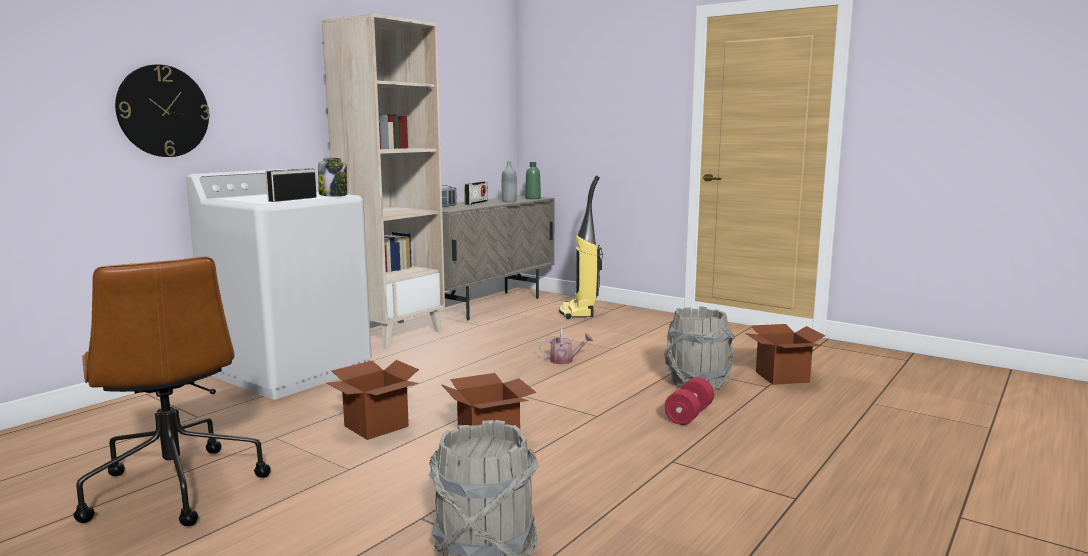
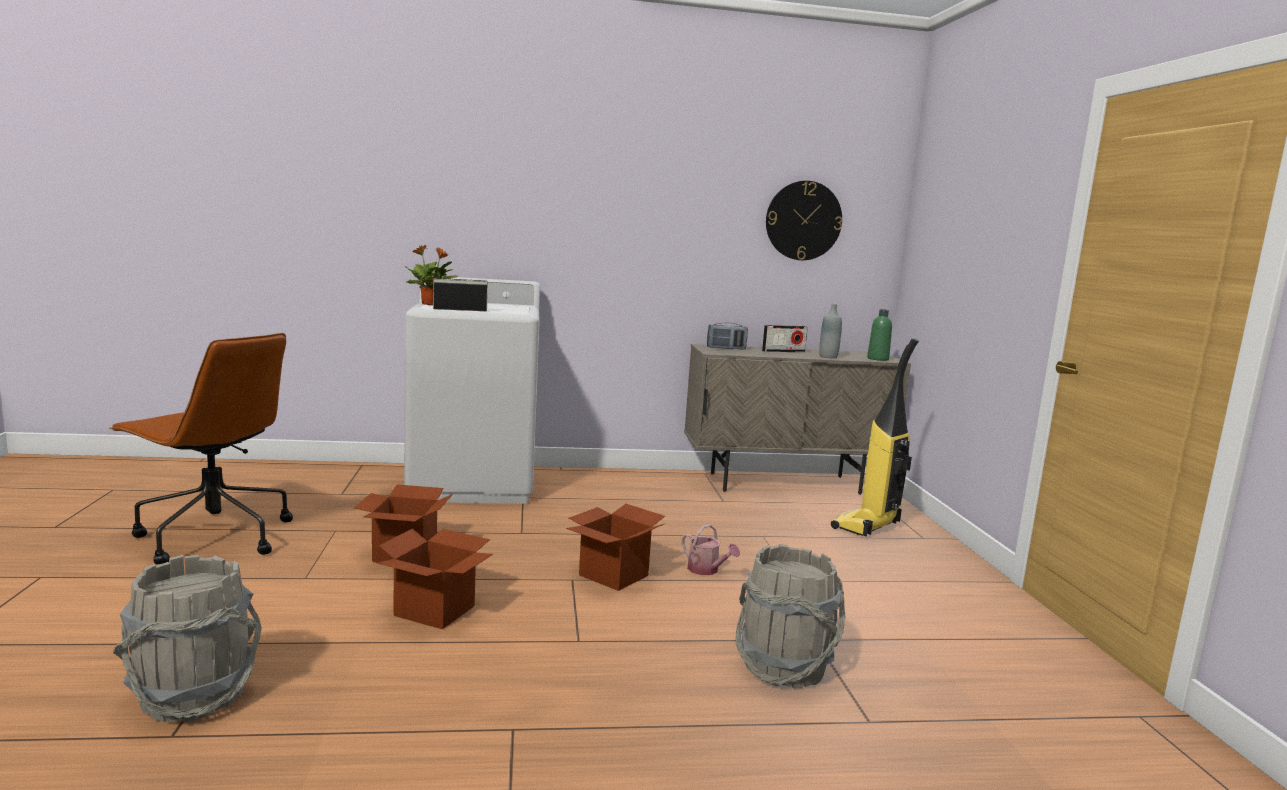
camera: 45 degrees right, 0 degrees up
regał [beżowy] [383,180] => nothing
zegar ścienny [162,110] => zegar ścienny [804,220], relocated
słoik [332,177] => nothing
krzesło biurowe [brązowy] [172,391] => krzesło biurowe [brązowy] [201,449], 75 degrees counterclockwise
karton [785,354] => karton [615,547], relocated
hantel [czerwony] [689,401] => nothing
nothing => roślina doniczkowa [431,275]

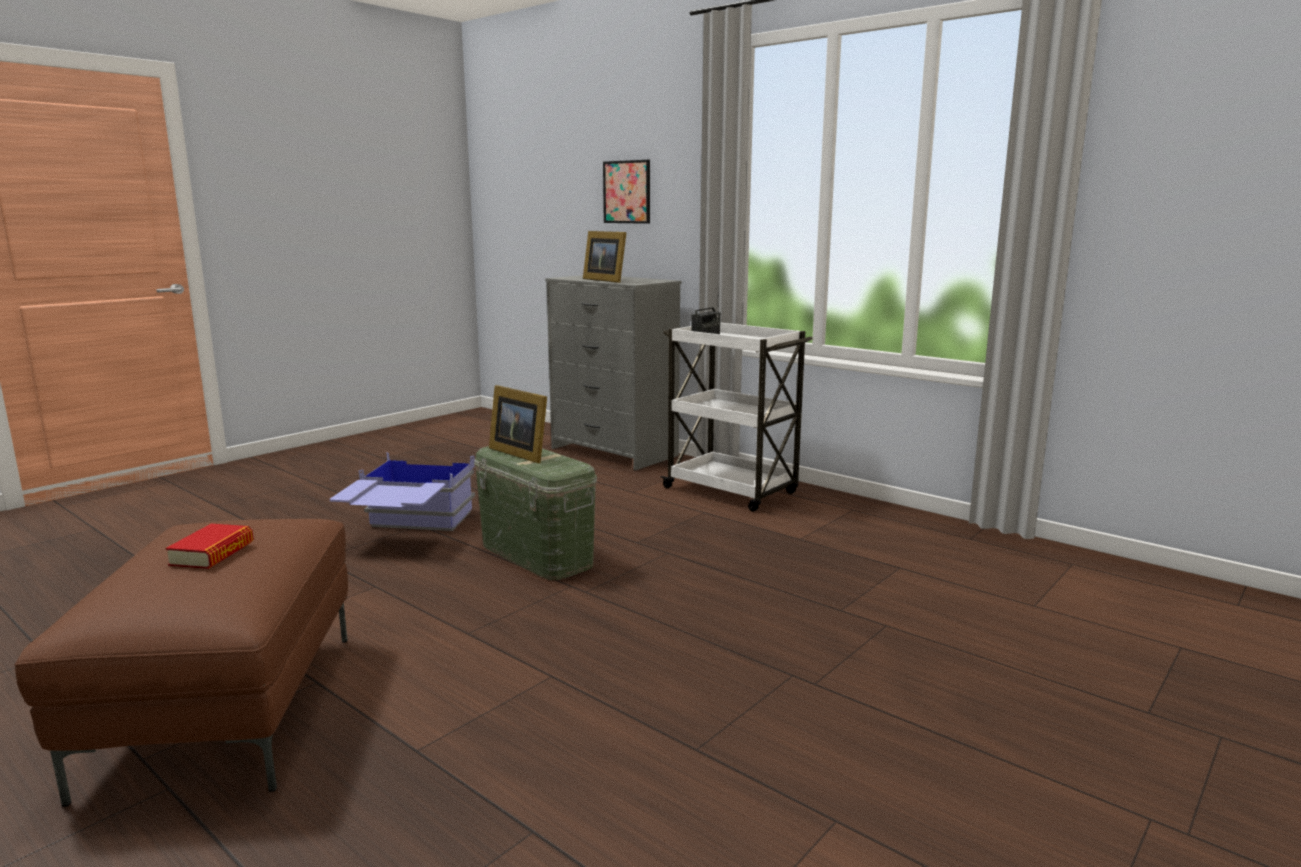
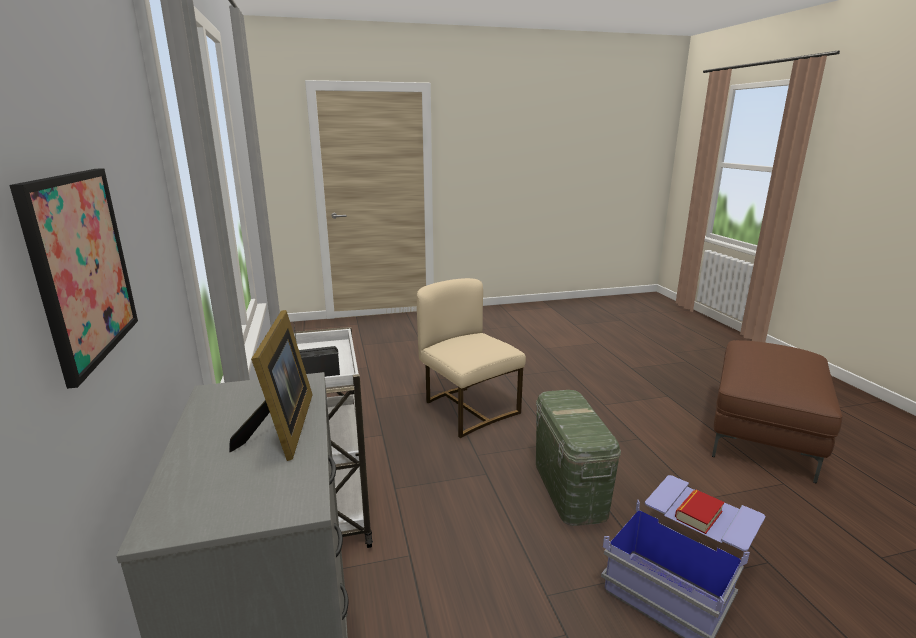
camera: 145 degrees left, 5 degrees up
ramka na zdjęcie [518,424] => nothing
książka [209,546] => książka [700,512], relocated
nothing => krzesło [beżowy] [471,358]

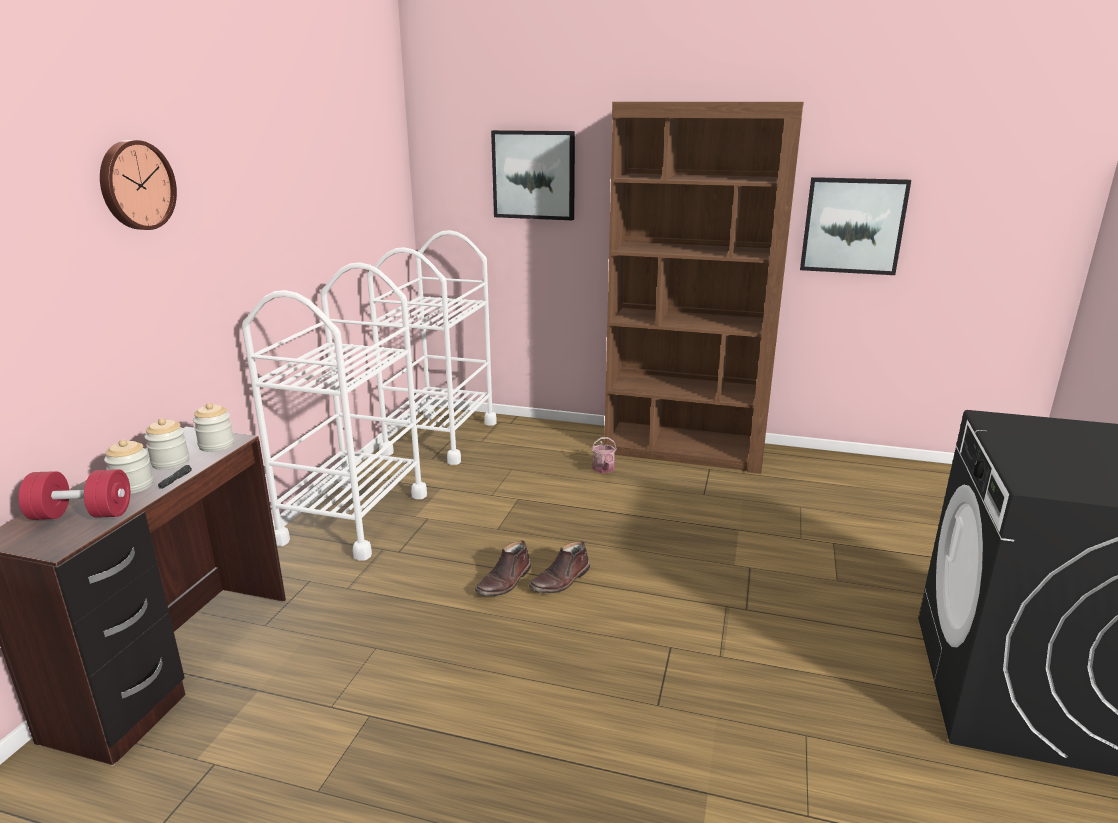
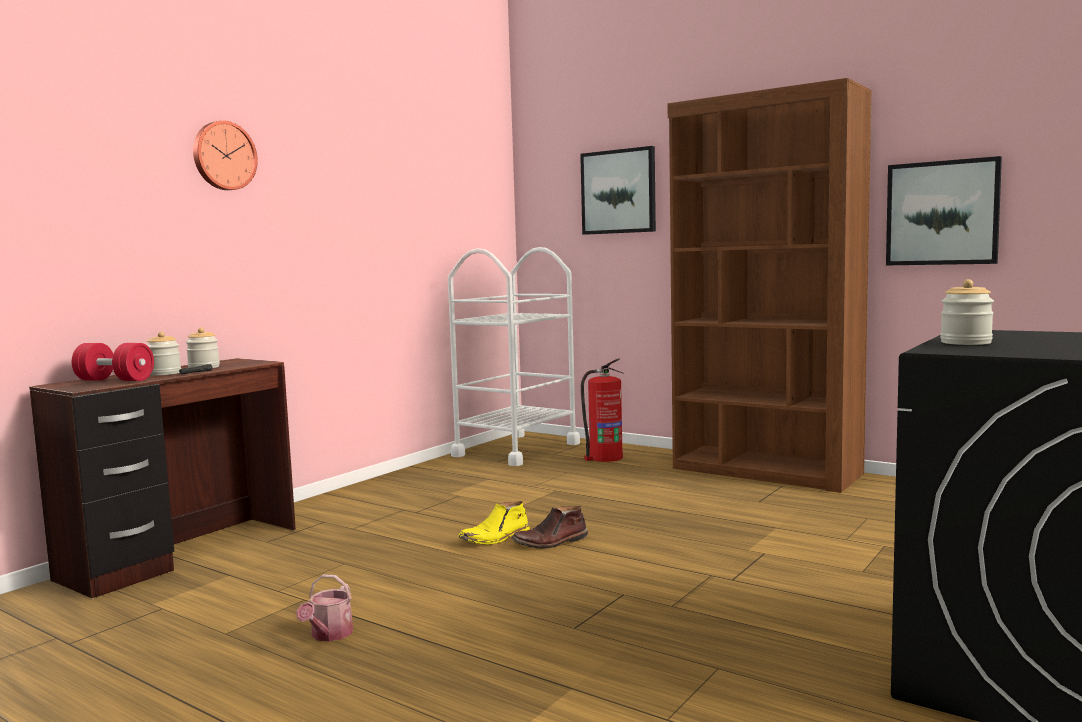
camera: 20 degrees right, 15 degrees down
wózek [biały] [334,411] => nothing
słoik [213,427] => słoik [967,312], relocated
konewka [604,455] => konewka [324,608], relocated
but z cholewką [brązowy] [503,568] => but z cholewką [żółty] [494,523]
nothing => gaśnica [602,410]

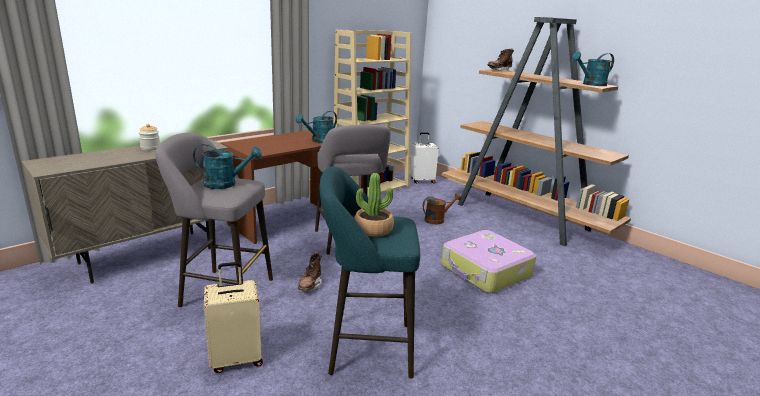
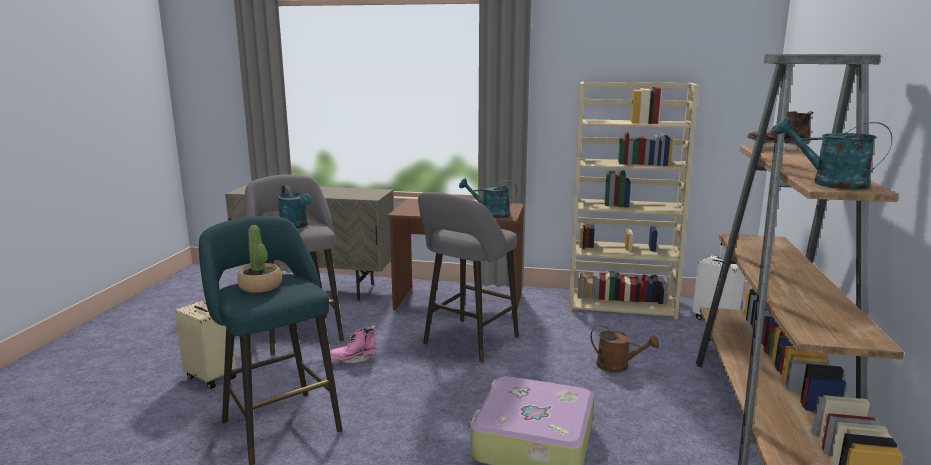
camera: 55 degrees right, 5 degrees down
słoik [149,137] => nothing
but z cholewką [brązowy] [309,271] => but z cholewką [różowy] [353,344]

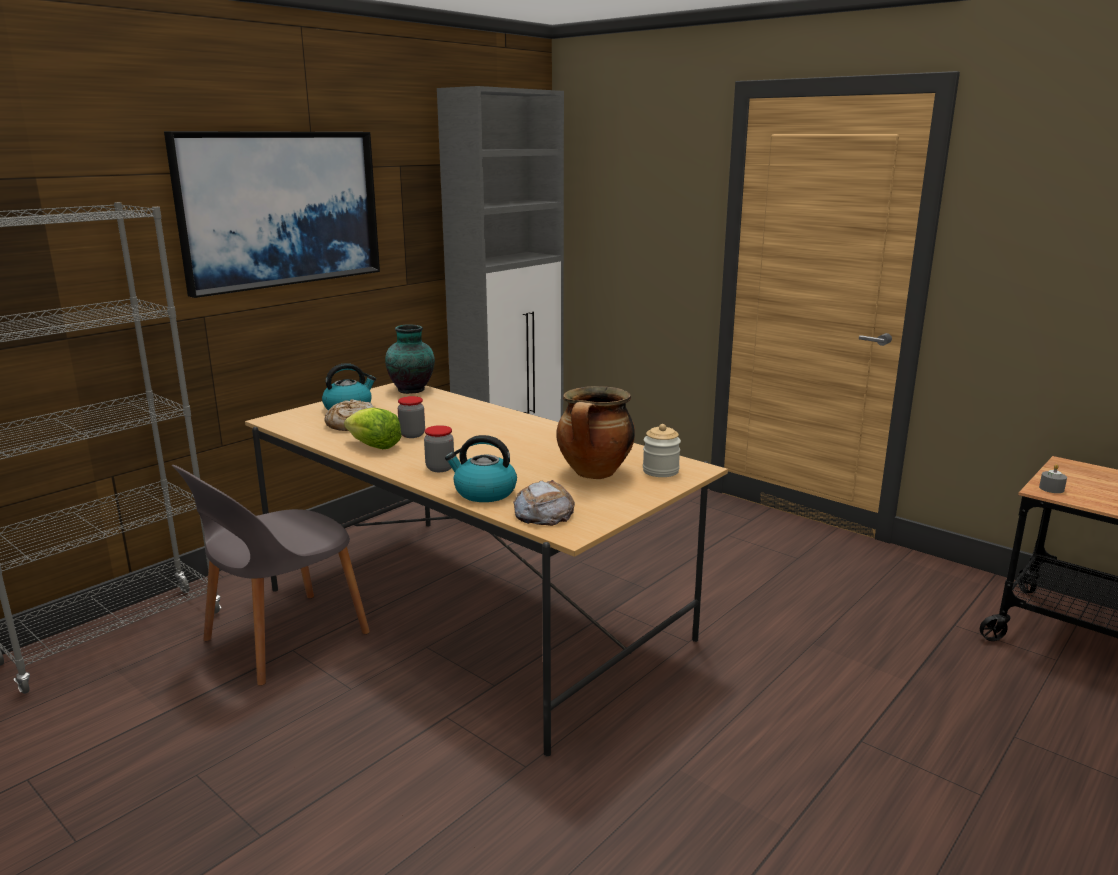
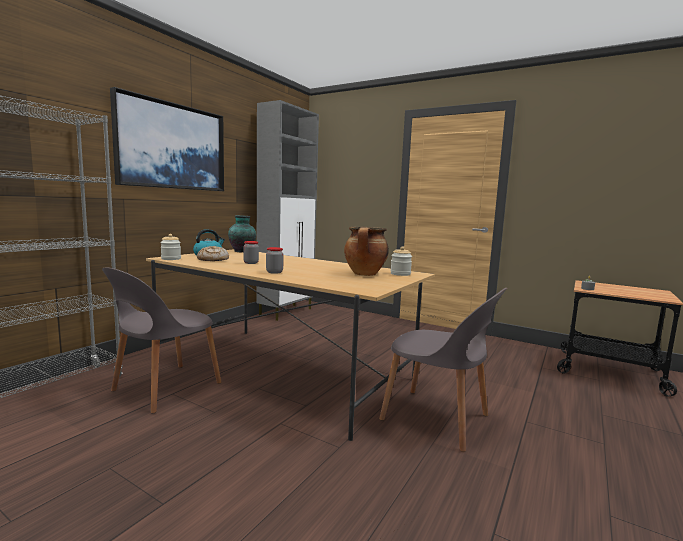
camera: 10 degrees left, 10 degrees down
sałata [373,428] => nothing
czajnik [481,468] => nothing
chleb [544,503] => nothing
nothing => słoik [170,247]
nothing => krzesło [szary] [443,370]

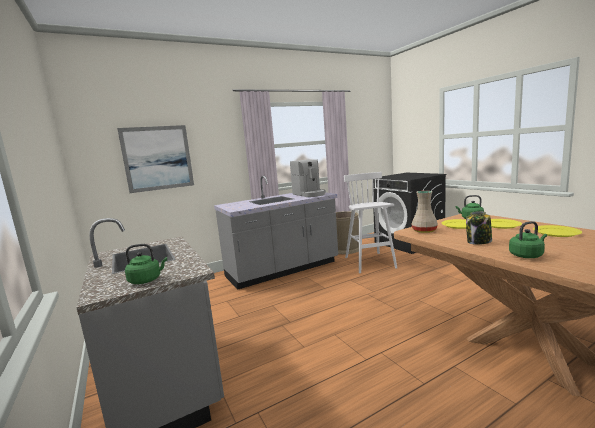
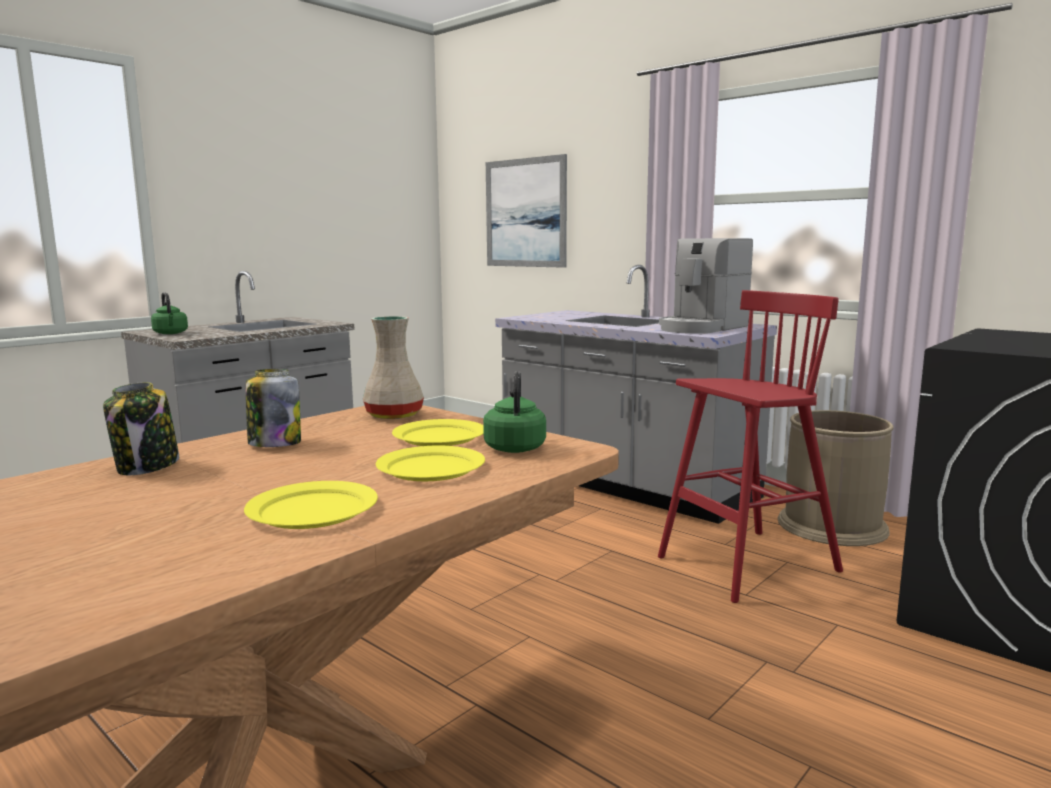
camera: 70 degrees right, 0 degrees up
stołek [biały] [370,222] => stołek [czerwony] [750,446]
czajnik [zielony] [528,239] => słoik [141,428]

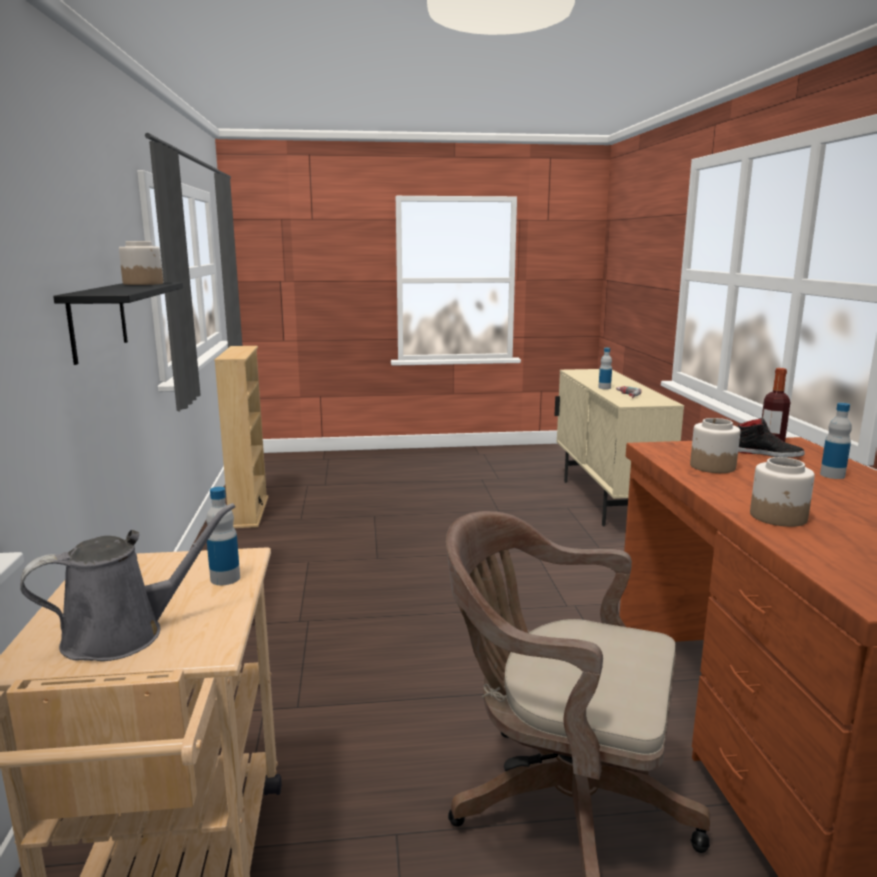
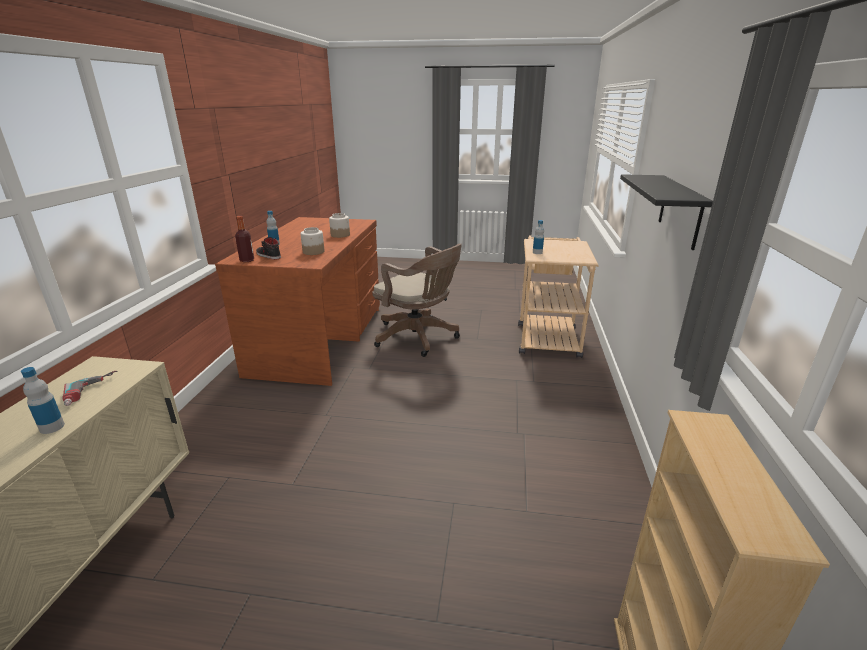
camera: 165 degrees left, 10 degrees up
słoik [141,263] => nothing
konewka [szary] [127,582] => nothing

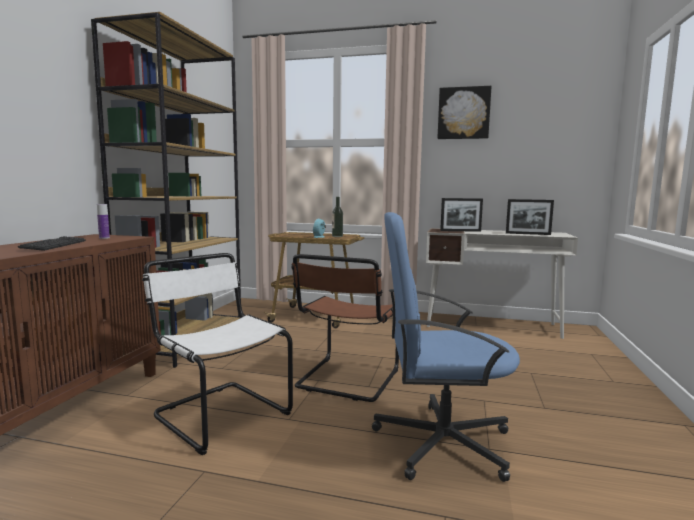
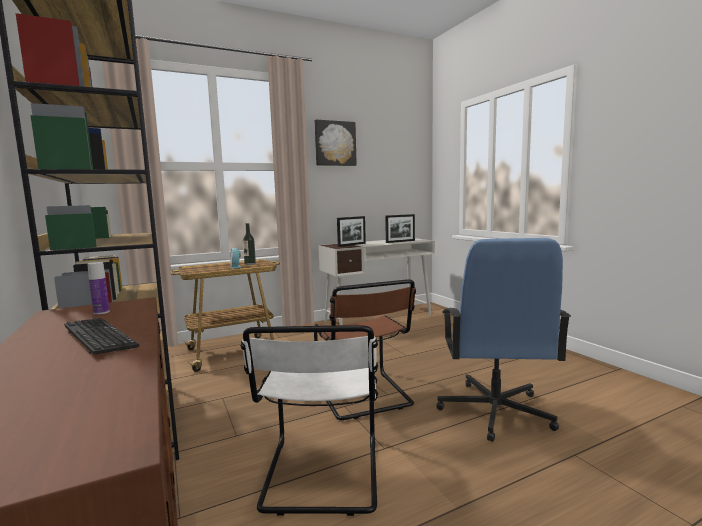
camera: 40 degrees left, 0 degrees up
krzesło biurowe [niebieski] [446,347] => krzesło biurowe [niebieski] [504,340], 45 degrees counterclockwise
krzesło [biały] [217,354] => krzesło [biały] [309,420], 90 degrees counterclockwise

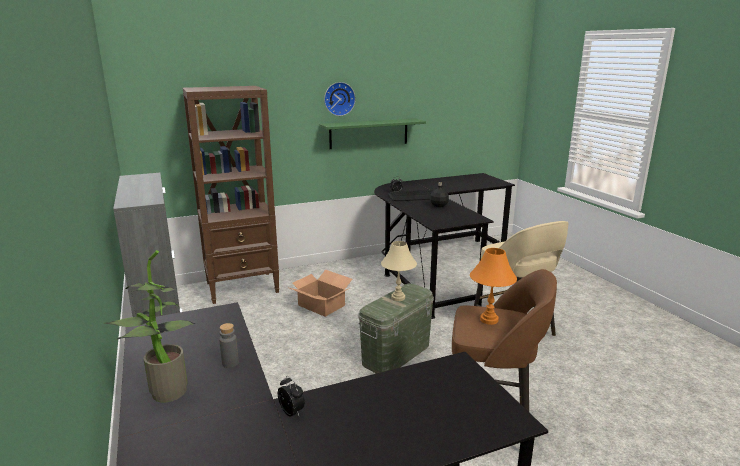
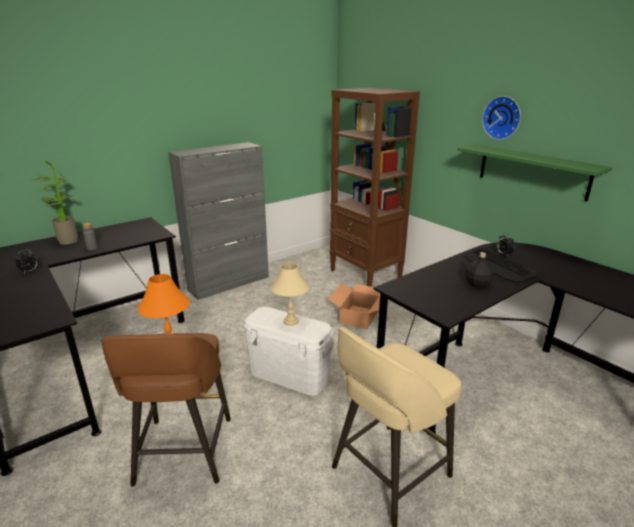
camera: 75 degrees right, 5 degrees up
pojemnik do przechowywania [zielony] [396,328] => pojemnik do przechowywania [biały] [289,351]

